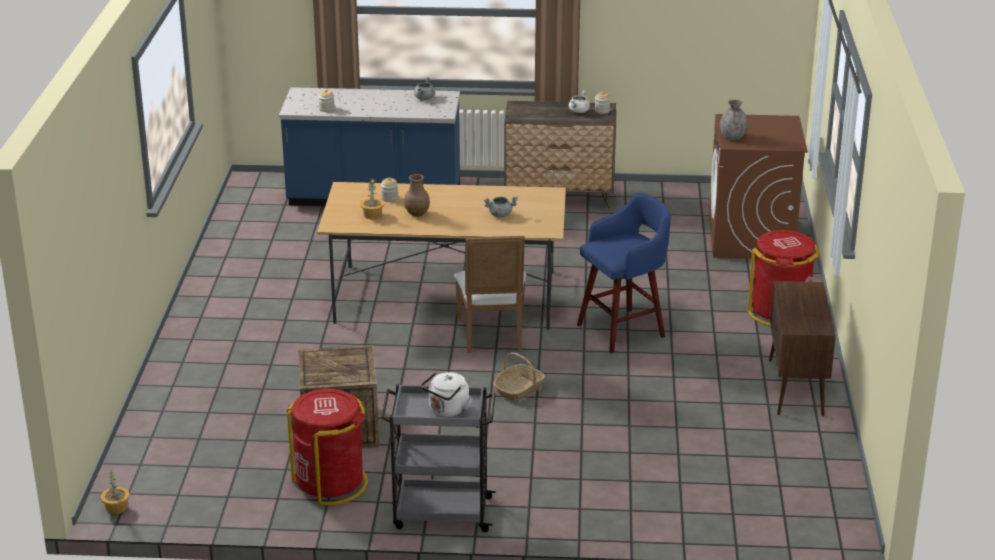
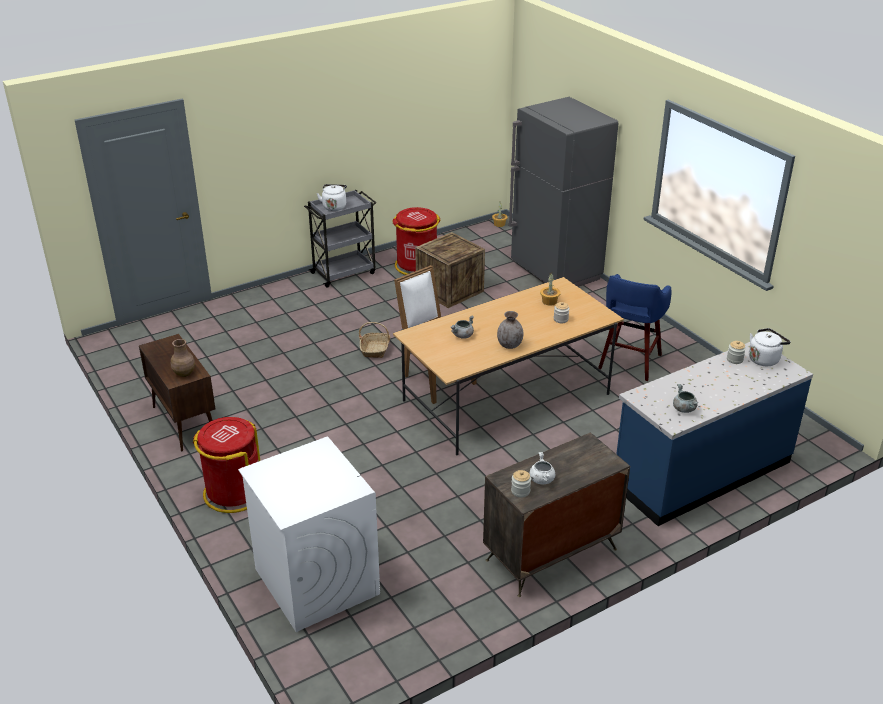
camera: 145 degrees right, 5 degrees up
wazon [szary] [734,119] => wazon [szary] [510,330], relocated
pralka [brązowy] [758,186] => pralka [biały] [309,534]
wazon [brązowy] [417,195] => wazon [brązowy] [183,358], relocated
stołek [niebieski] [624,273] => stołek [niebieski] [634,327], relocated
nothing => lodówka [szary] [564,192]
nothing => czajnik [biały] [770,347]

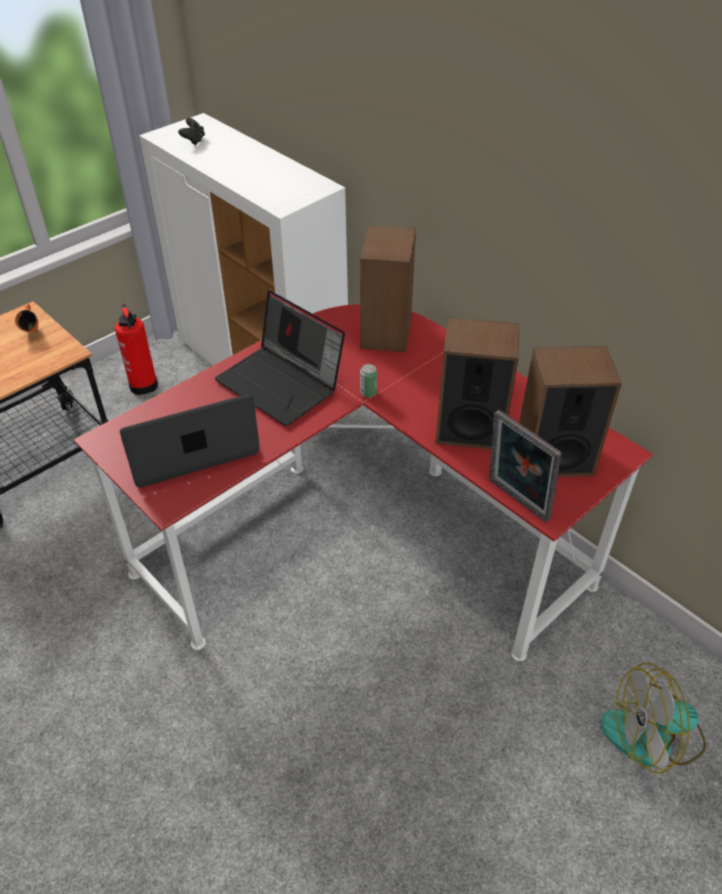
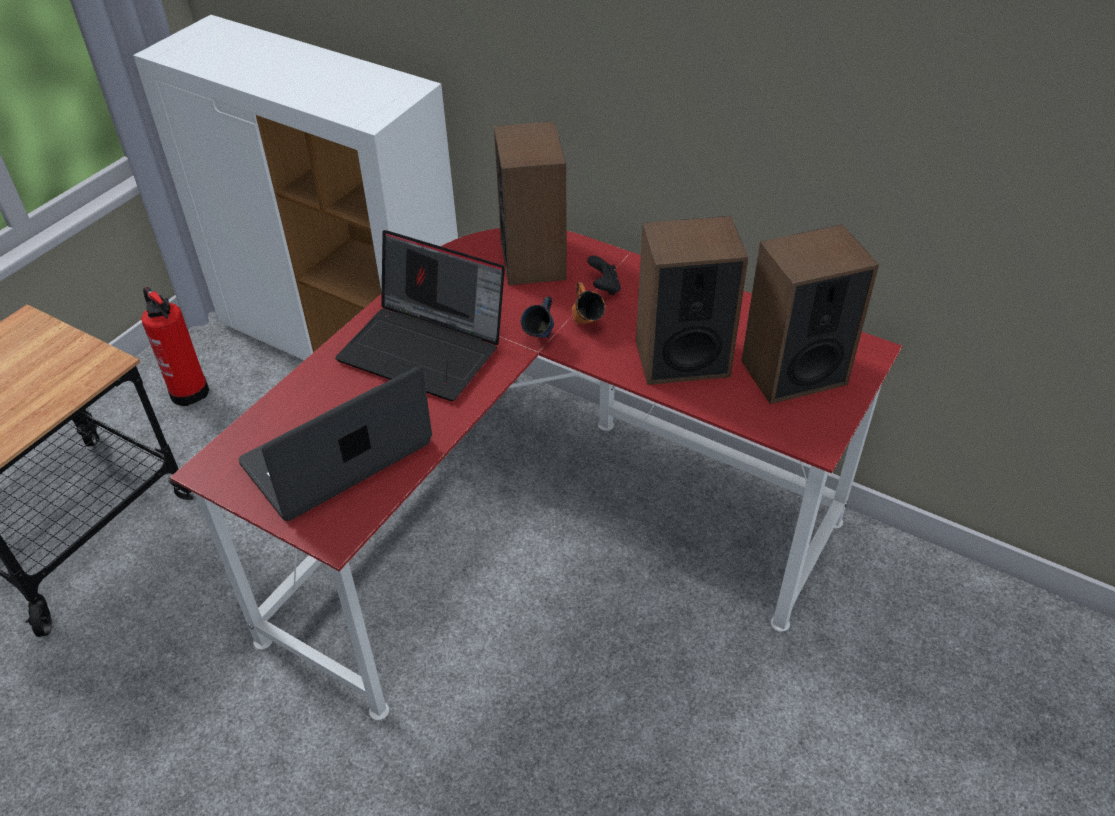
camera: 15 degrees left, 0 degrees up
pad do gier [czarny] [191,131] => pad do gier [czarny] [604,275], relocated
kubek [pomarańczowy] [26,318] => kubek [pomarańczowy] [588,303], relocated
puszka [368,380] => kubek [niebieski] [537,317]
ramka na zdjęcie [525,466] => nothing
wentylator [653,718] => nothing

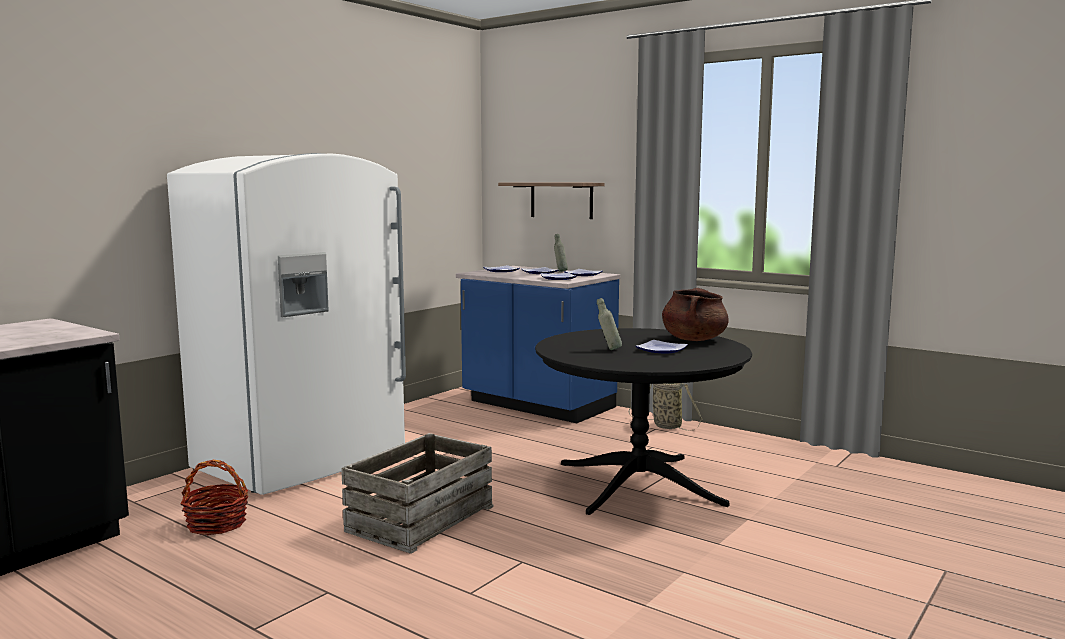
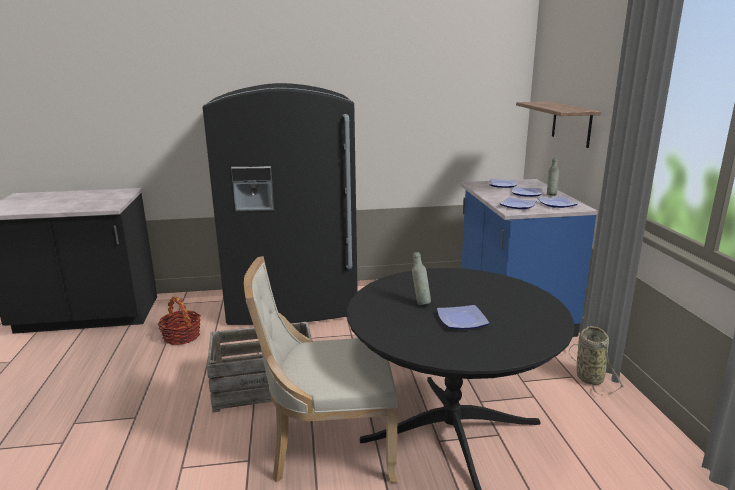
camera: 45 degrees right, 10 degrees up
lodówka [biały] [286,324] => lodówka [czarny] [280,204]
garnek [brązowy] [695,314] => nothing
nothing => krzesło [beżowy] [321,369]

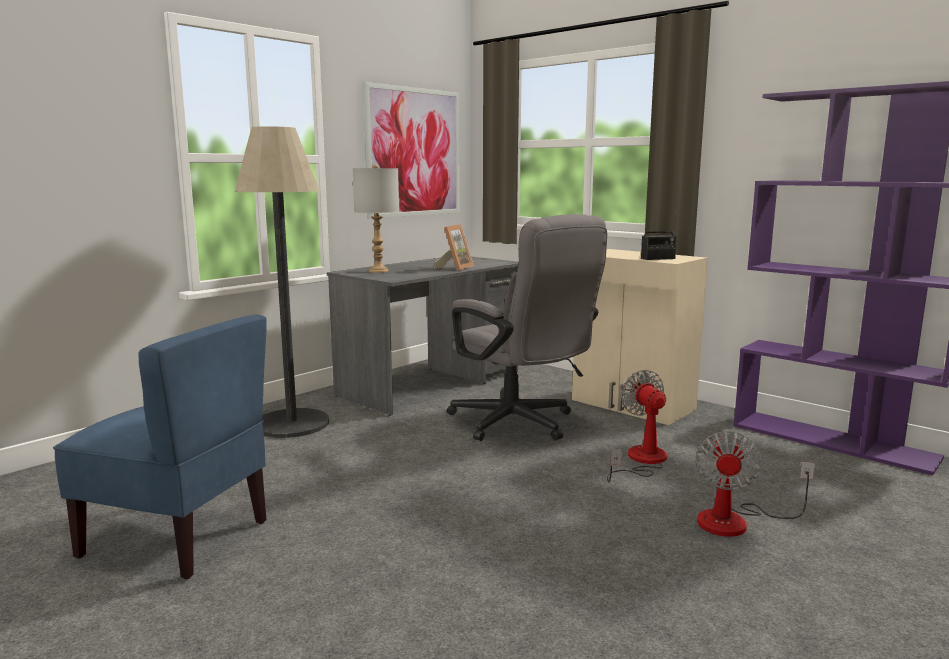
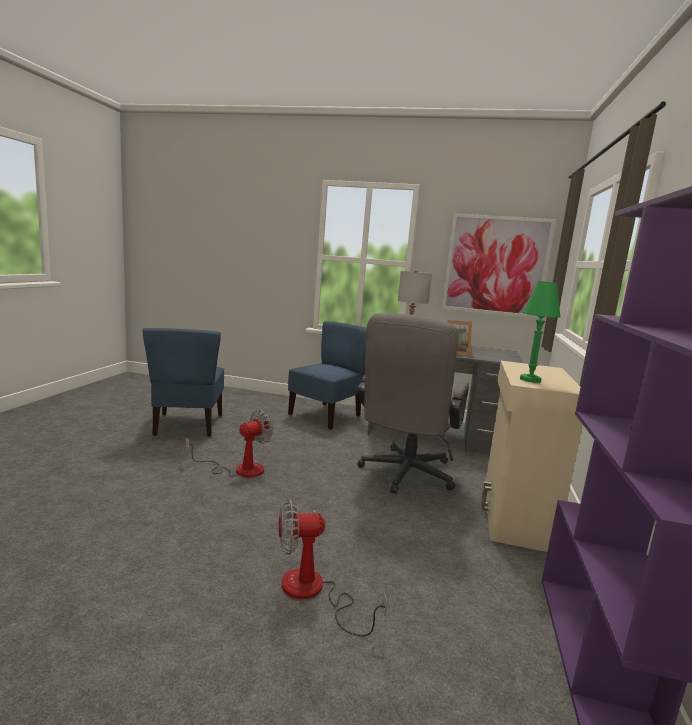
camera: 60 degrees right, 0 degrees up
lampa stojąca [281,282] => krzesło [niebieski] [327,375]
radio [659,237] => lampa stołowa [zielony] [540,332]
wentylator [637,426] => wentylator [229,444], relocated

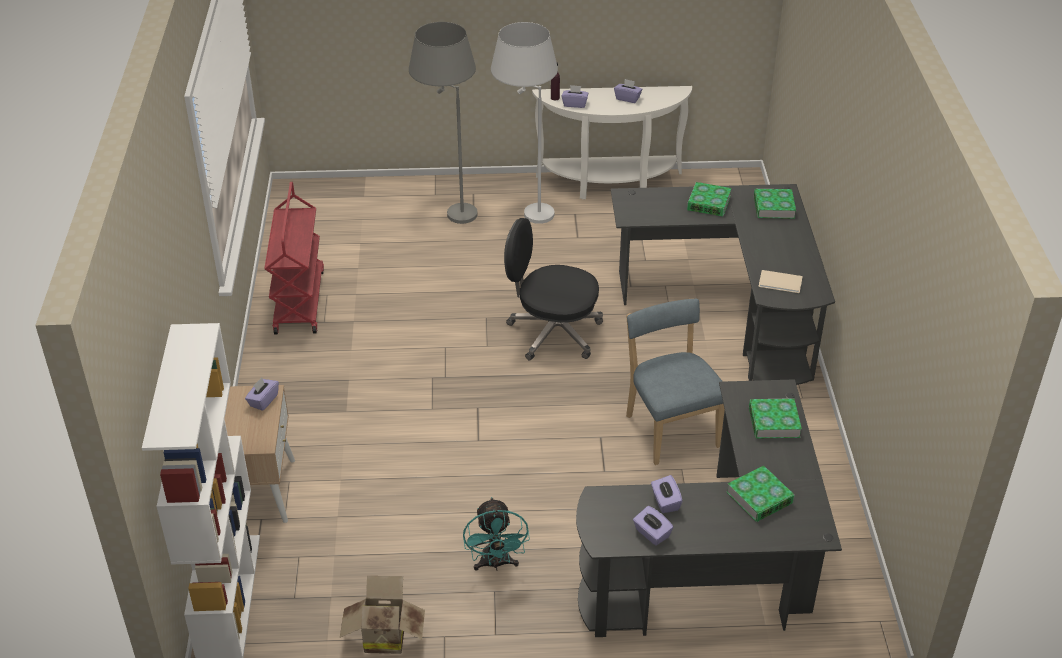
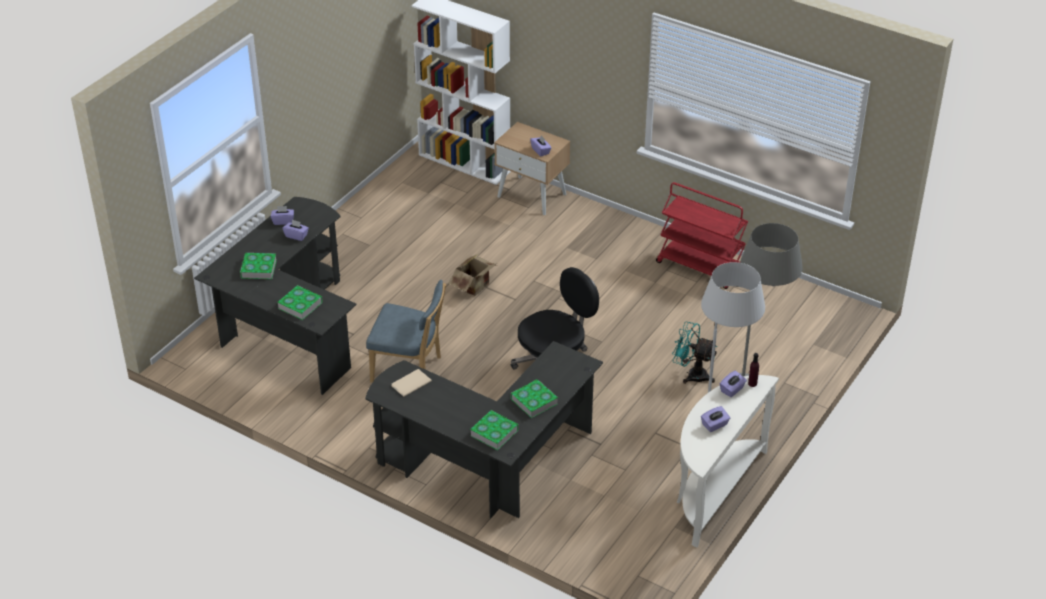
camera: 125 degrees right, 0 degrees up
wentylator [turkusowy] [496,534] => wentylator [turkusowy] [694,352], relocated
karton [382,615] => karton [472,275], relocated

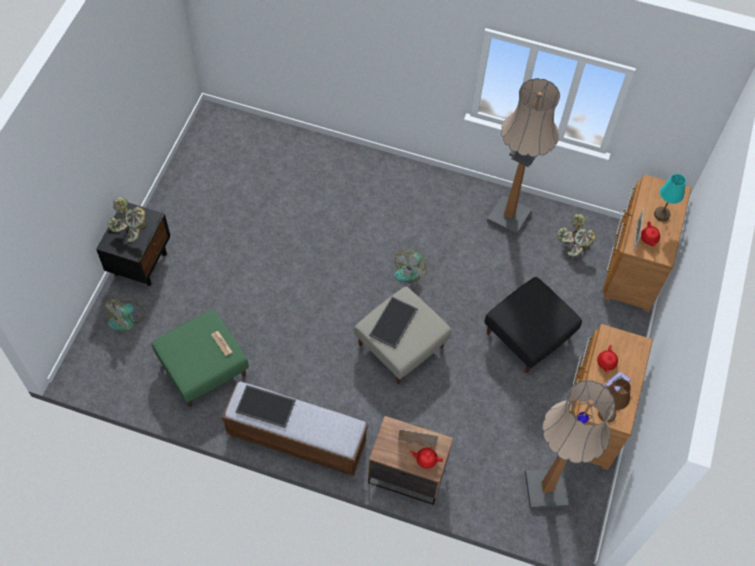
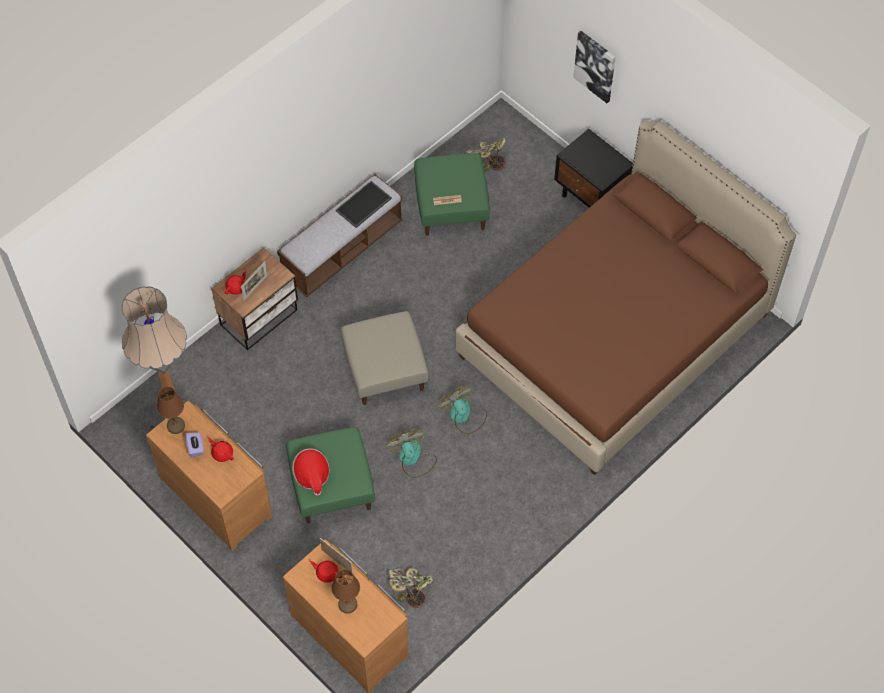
camera: 120 degrees right, 0 degrees up
lampa stojąca [523,157] => nothing
lampa stołowa [turkusowy] [670,197] => lampa stołowa [brązowy] [345,591]
roślina doniczkowa [127,220] => roślina doniczkowa [485,154], relocated
pufa [czarny] [533,325] => pufa [zielony] [330,475]
taca [393,322] => nothing
wentylator [124,315] => wentylator [411,453], relocated
nothing => obraz [594,67]
nothing => łóżko [brązowy] [625,297]
nothing => kapelusz [311,472]

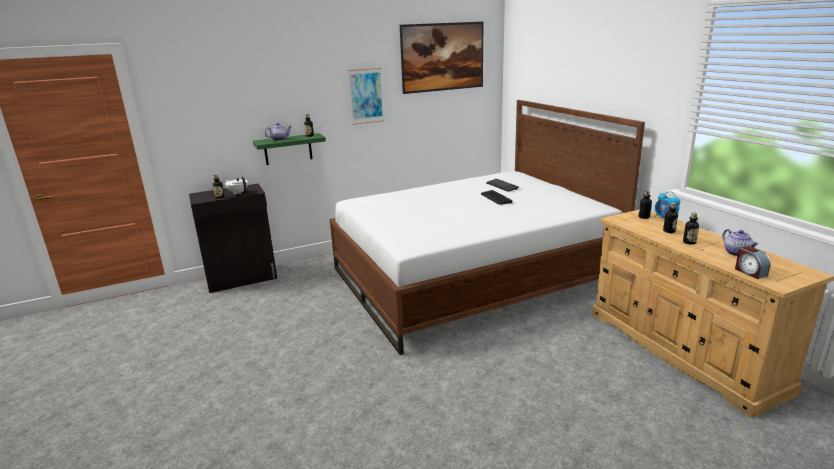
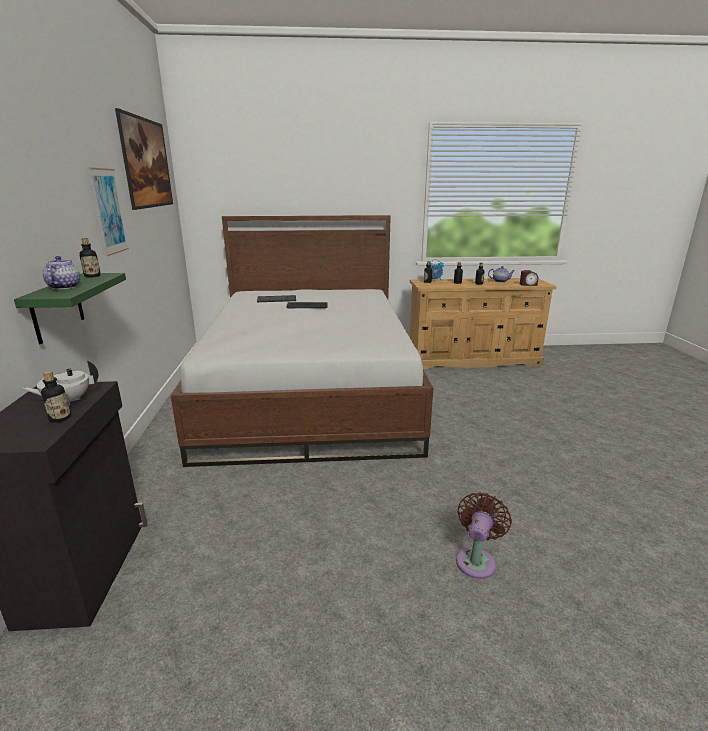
camera: 70 degrees left, 0 degrees up
nothing => wentylator [brązowy] [484,535]

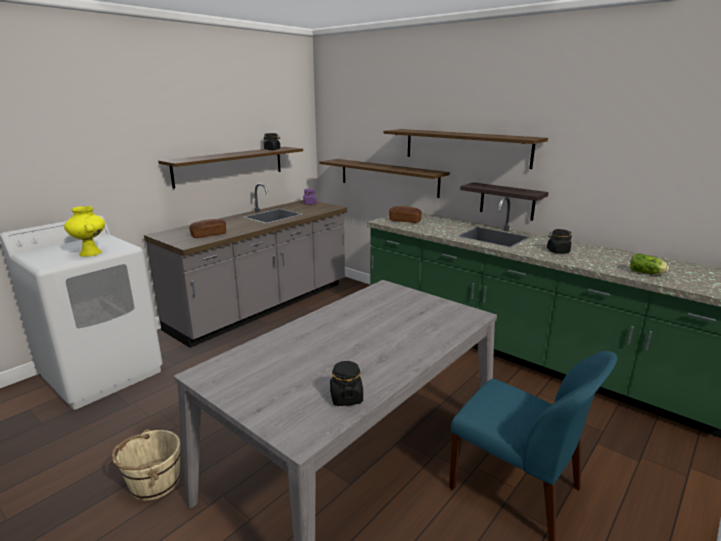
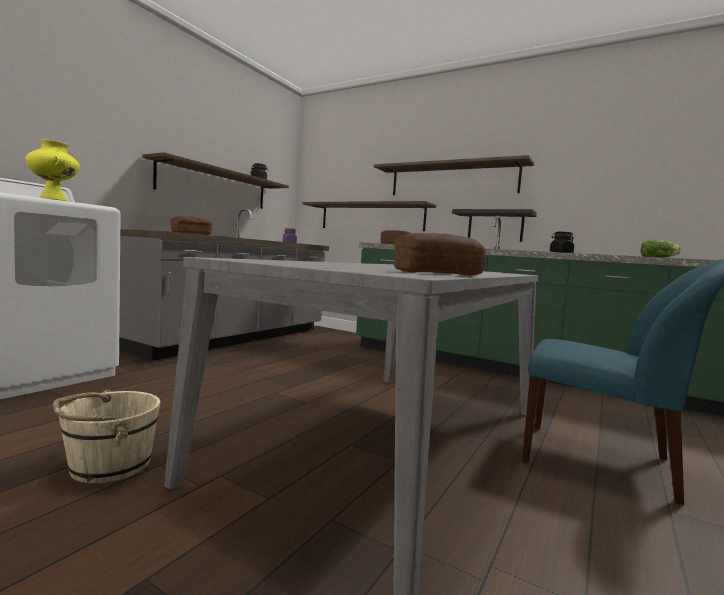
camera: 10 degrees left, 15 degrees down
słoik [czarny] [346,383] => chleb [440,254]

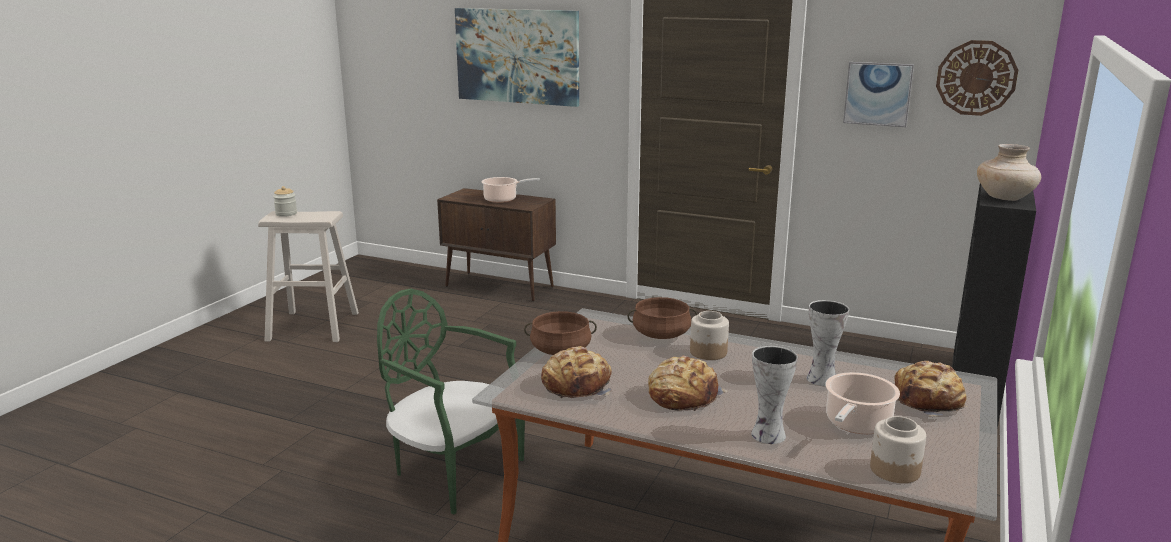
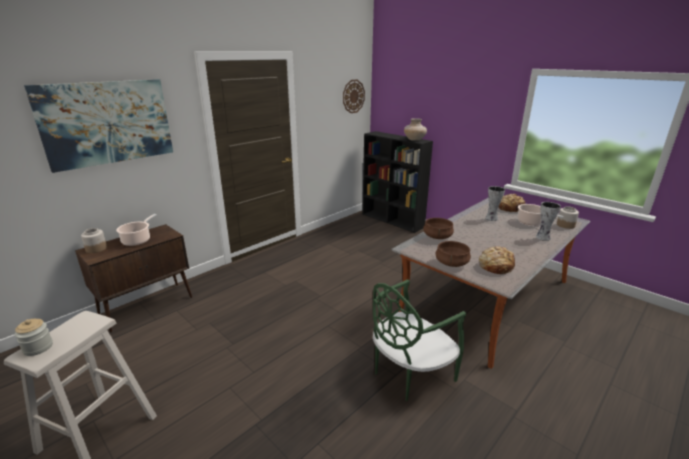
camera: 70 degrees left, 5 degrees up
obraz [878,94] => nothing
słoik [709,335] => słoik [94,240], relocated
chleb [688,383] => nothing

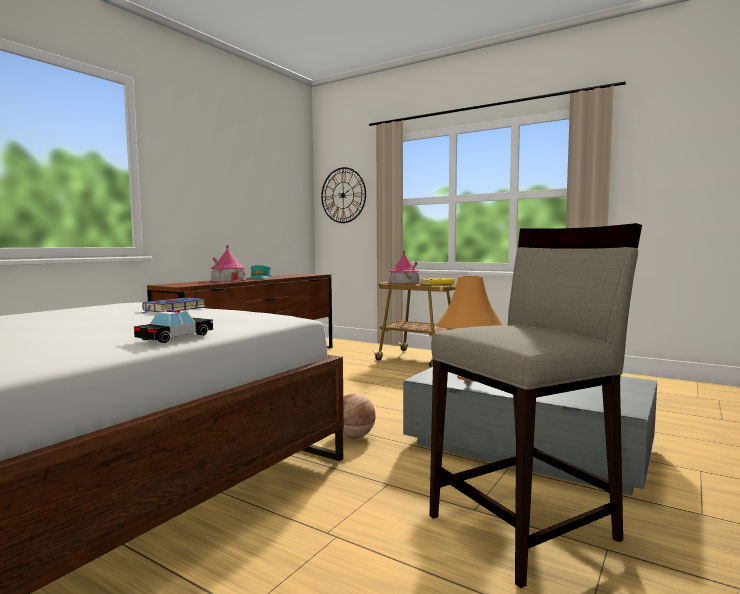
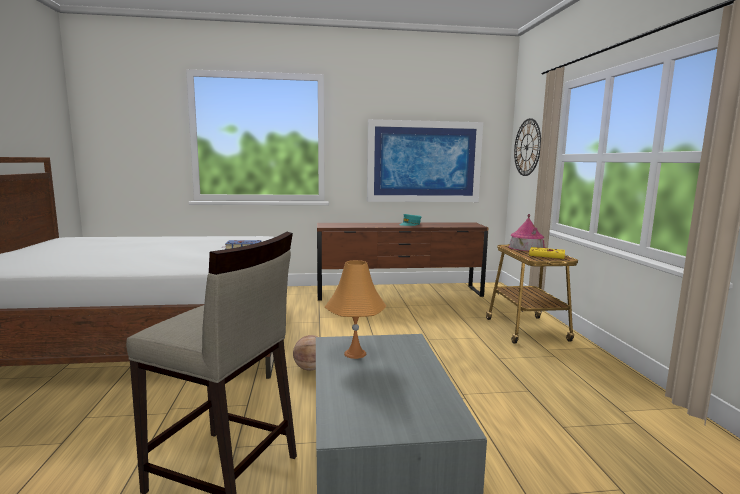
camera: 50 degrees right, 5 degrees up
domek [228,263] => nothing
samochodzik [173,326] => nothing
nothing => obraz [425,160]

